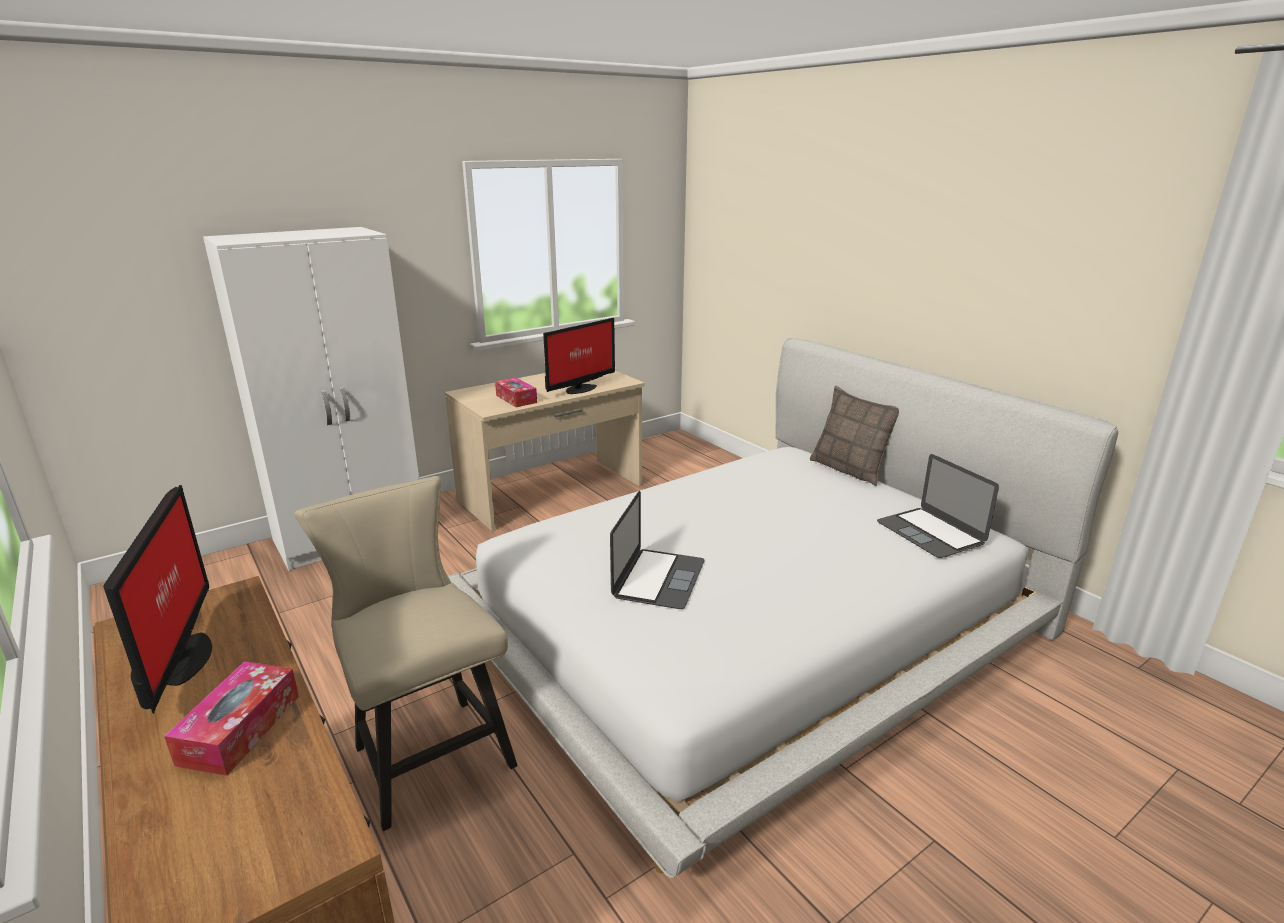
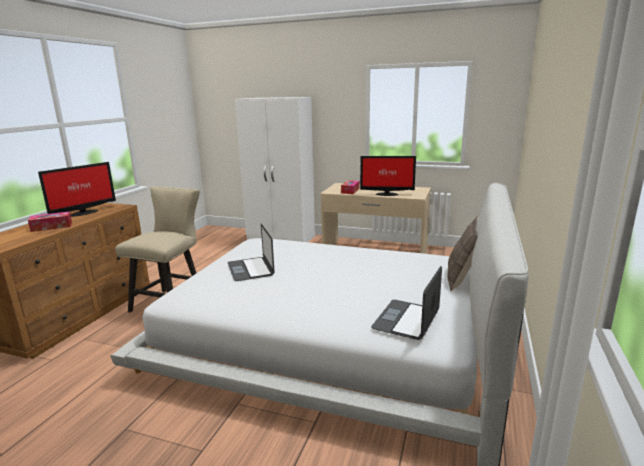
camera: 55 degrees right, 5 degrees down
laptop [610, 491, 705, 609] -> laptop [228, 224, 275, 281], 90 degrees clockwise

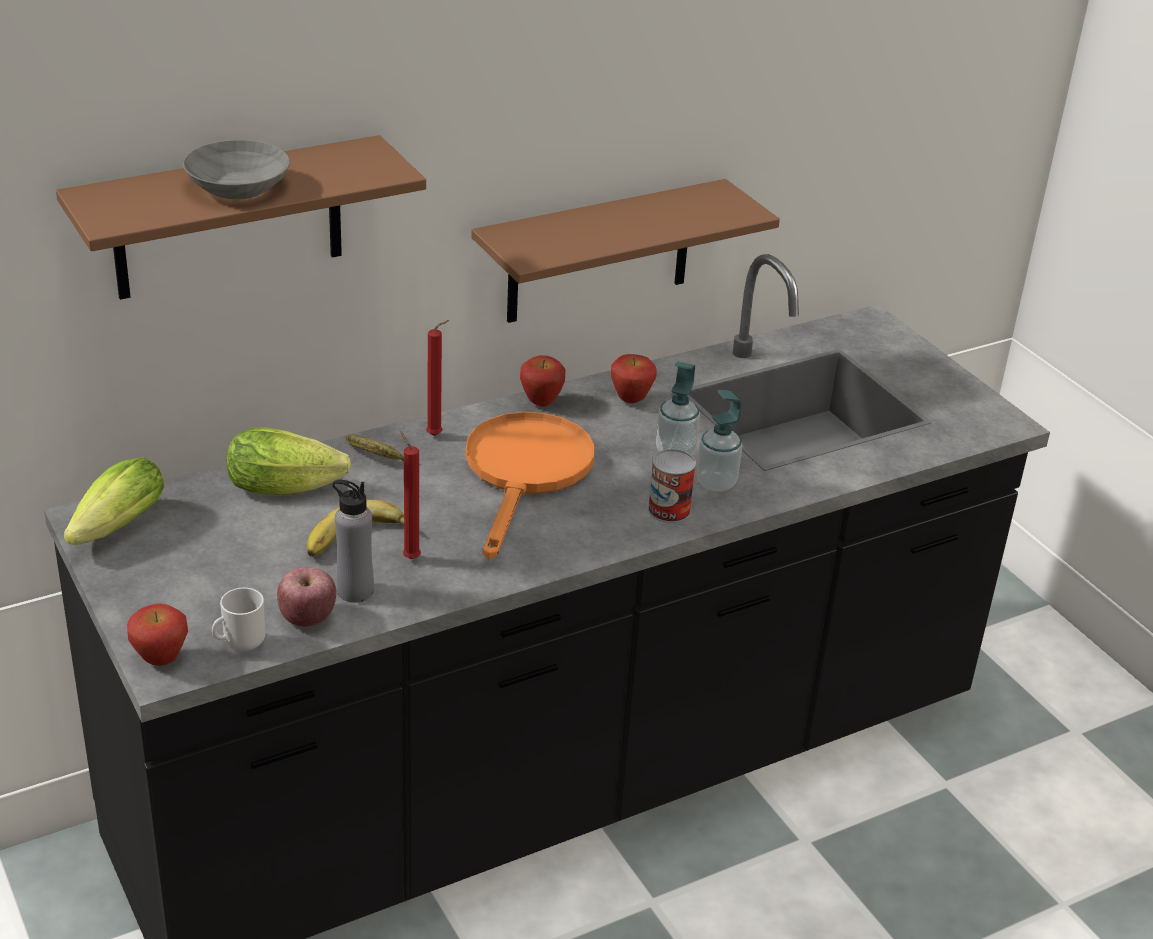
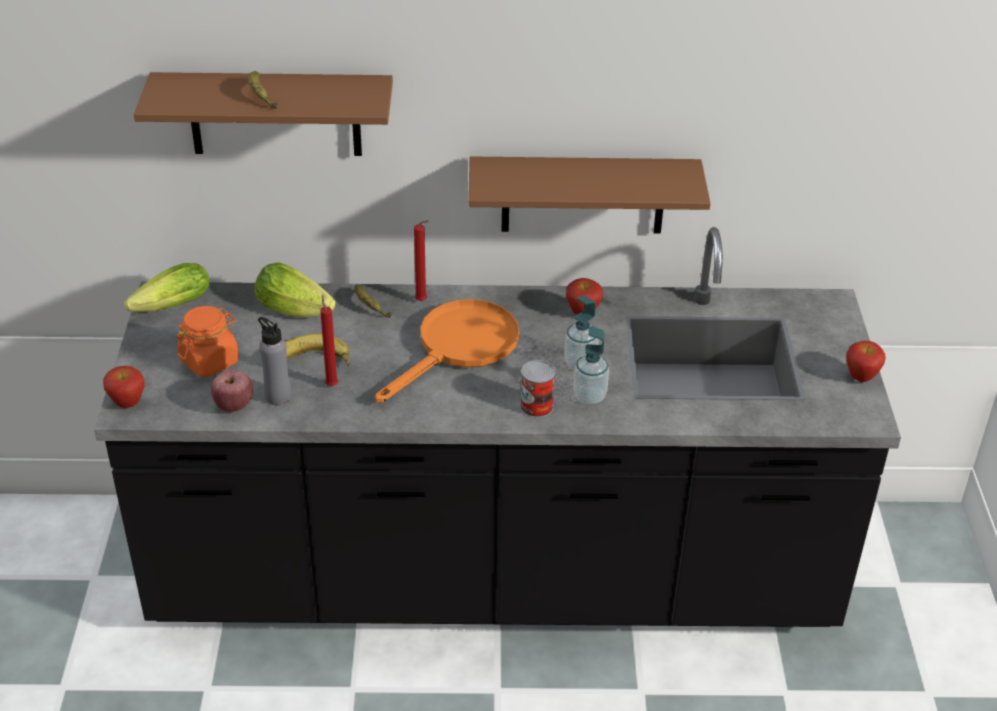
camera: 30 degrees right, 5 degrees up
bowl/grey [183, 140, 290, 199] -> banana [248, 71, 277, 109]
mug [212, 588, 265, 651] -> none
apple [520, 355, 566, 407] -> apple [846, 341, 886, 382], shifted
none -> jar/orange [177, 306, 239, 377]

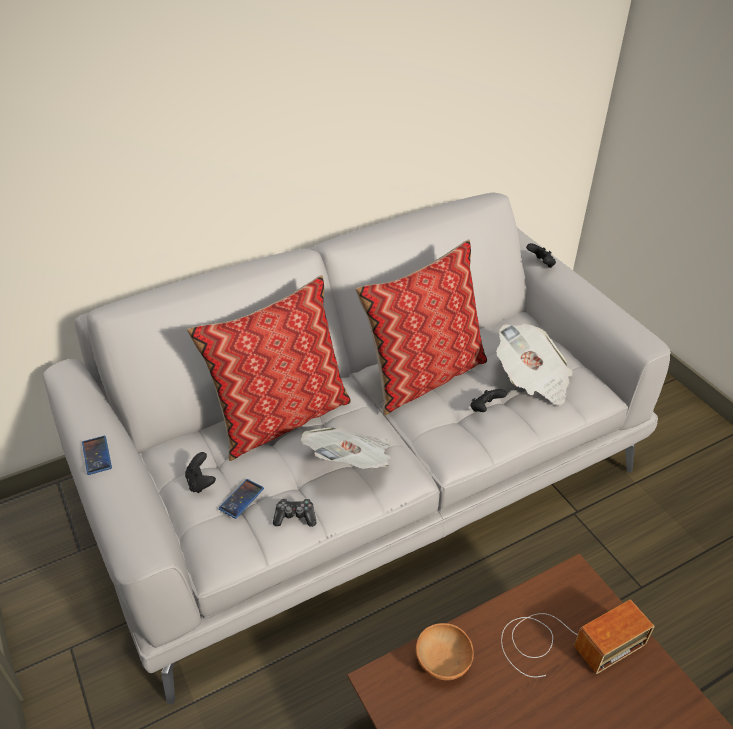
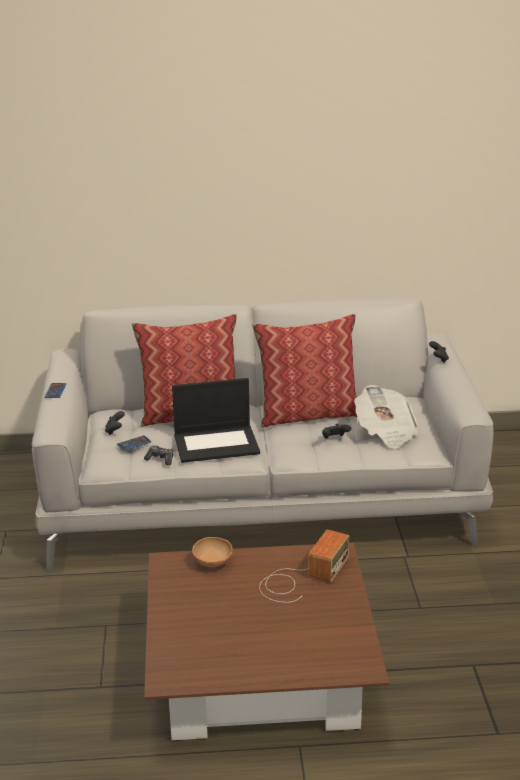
camera: 25 degrees right, 15 degrees down
newspaper [301, 427, 392, 469] -> laptop [172, 378, 260, 463]
radio [501, 599, 655, 677] -> radio [259, 529, 349, 603], 60 degrees counterclockwise

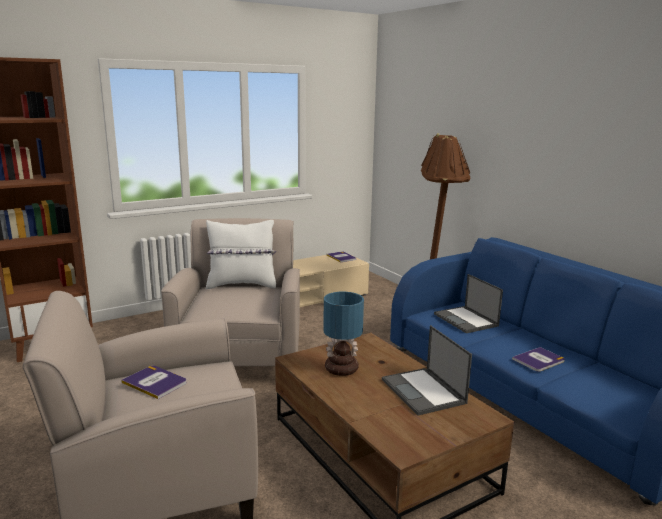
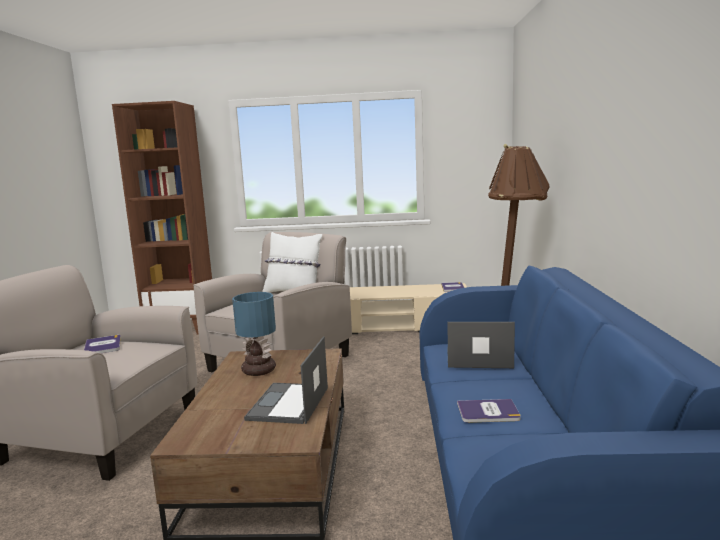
camera: 35 degrees right, 5 degrees down
laptop [434, 274, 503, 333] -> laptop [447, 322, 515, 368], 90 degrees clockwise

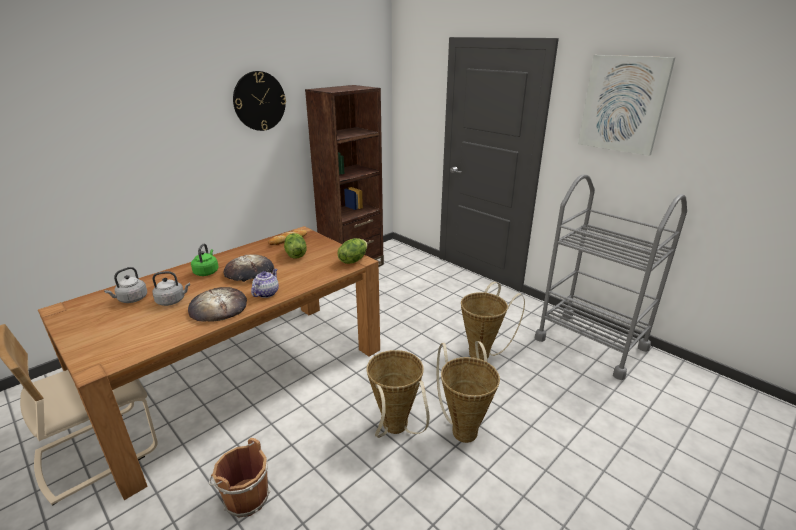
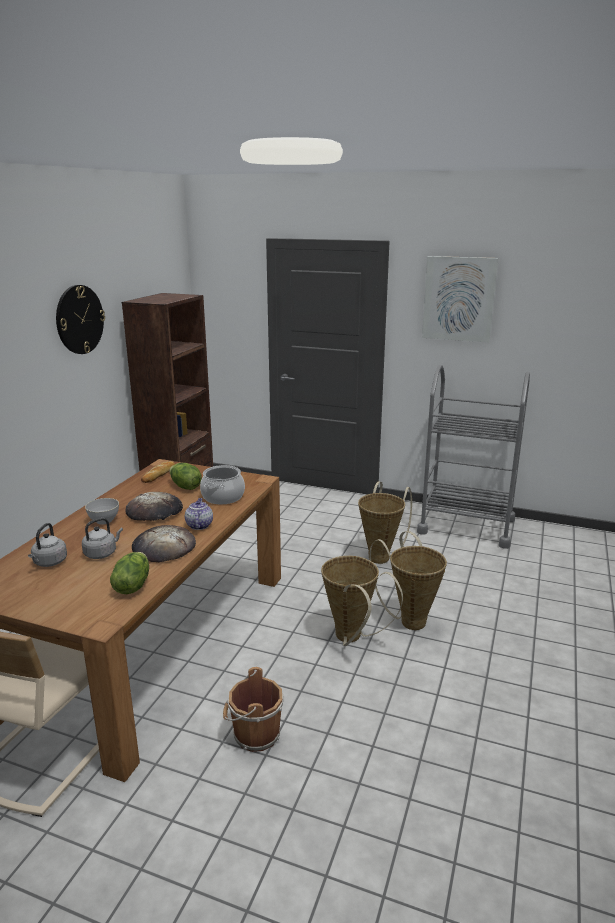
camera: 25 degrees left, 5 degrees down
kettle/green [191, 243, 219, 276] -> bowl/grey [85, 498, 119, 524]
lettuce [338, 238, 368, 264] -> lettuce [110, 552, 149, 594], shifted
none -> cooking pot [200, 465, 245, 504]

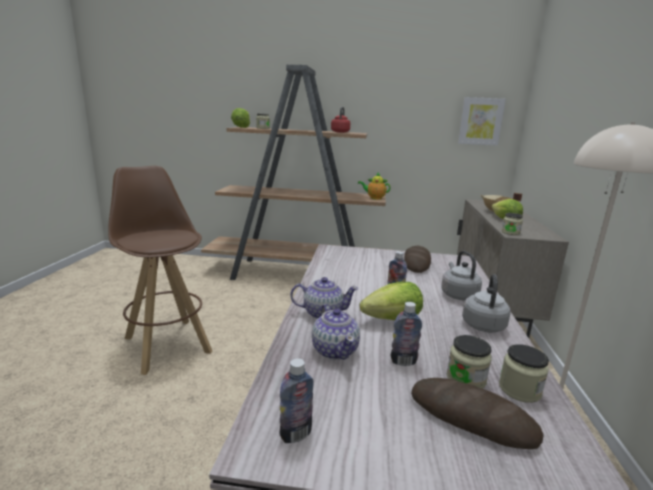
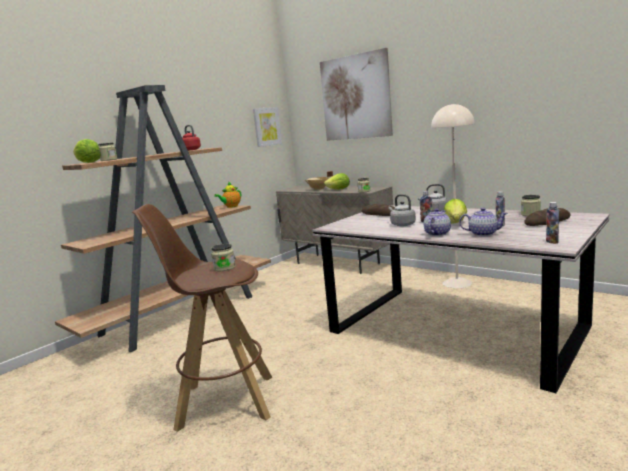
camera: 55 degrees left, 5 degrees down
jar [447, 335, 492, 389] -> jar [211, 244, 236, 271], shifted
kettle/grey [462, 274, 511, 333] -> kettle/grey [388, 194, 416, 226], shifted
none -> picture [320, 48, 393, 141]

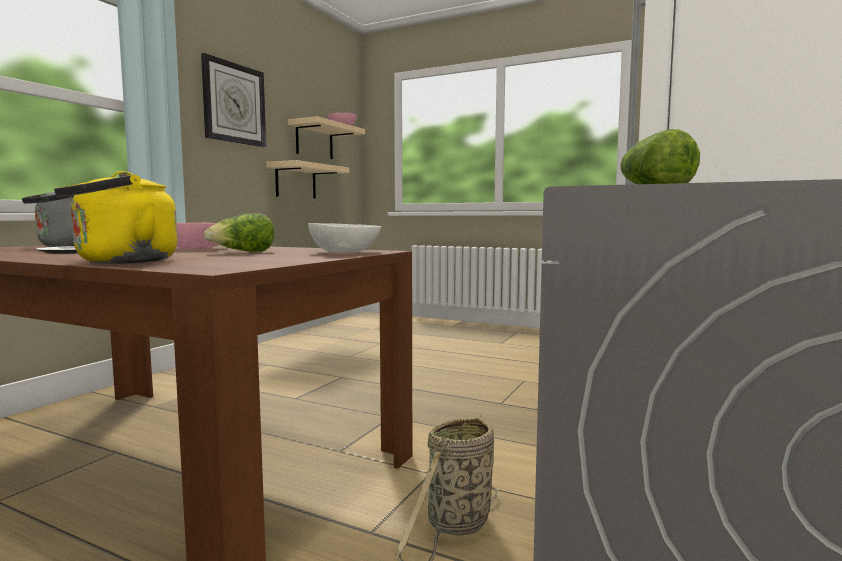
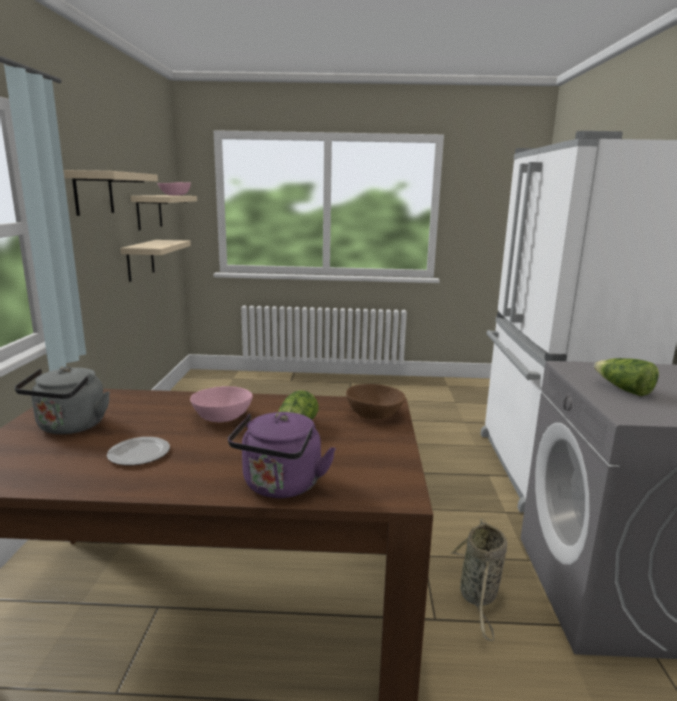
camera: 25 degrees left, 10 degrees up
kettle/yellow [54, 171, 178, 263] -> kettle/purple [228, 412, 336, 498]
wall clock [201, 53, 266, 147] -> shelf/beige [63, 170, 158, 216]
bowl/white [308, 223, 381, 253] -> bowl/brown [346, 384, 405, 419]

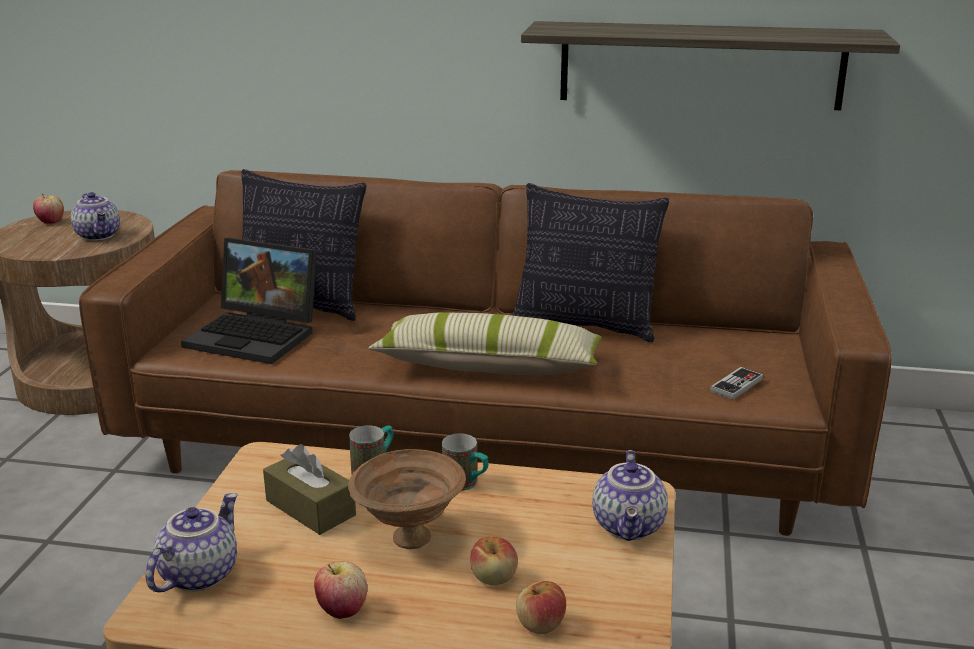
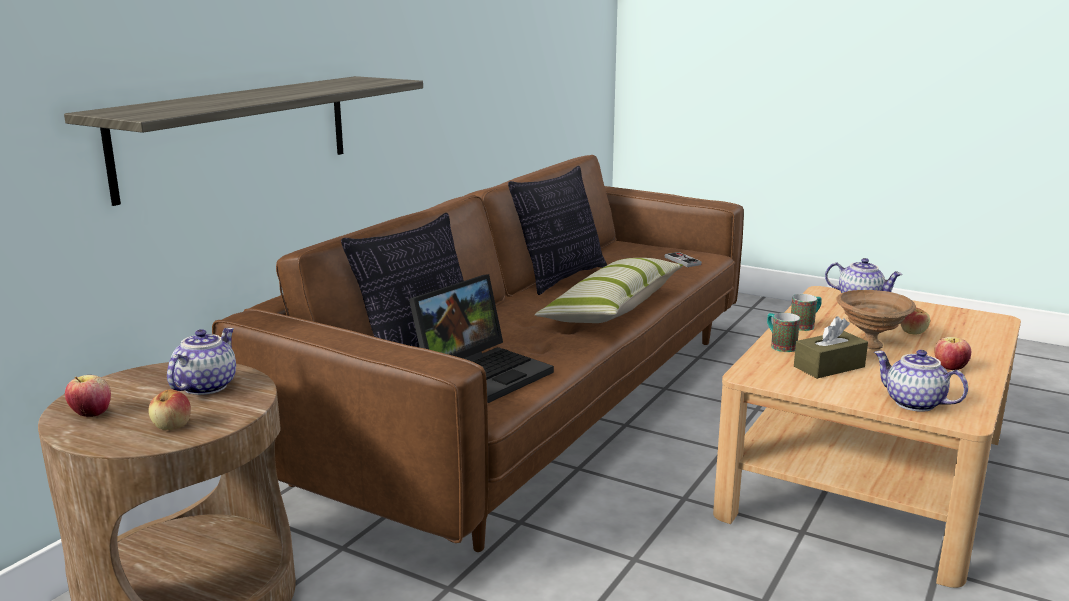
camera: 70 degrees left, 5 degrees down
teapot [71, 192, 120, 241] -> teapot [167, 328, 236, 395], 60 degrees counterclockwise
apple [516, 581, 566, 634] -> apple [148, 390, 191, 430], shifted
shelf [521, 21, 900, 110] -> shelf [64, 76, 423, 206], shifted

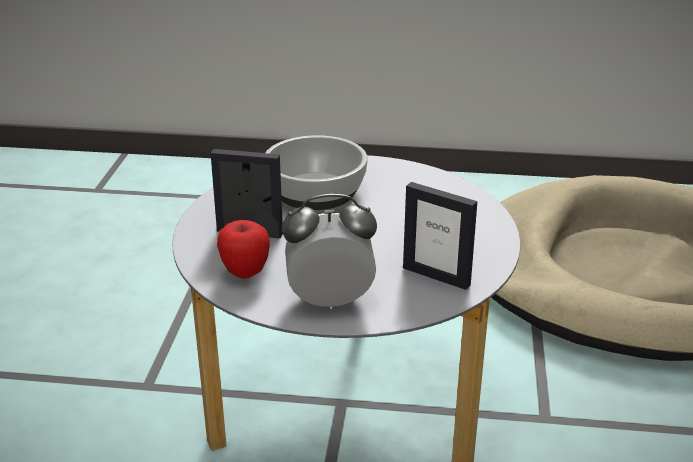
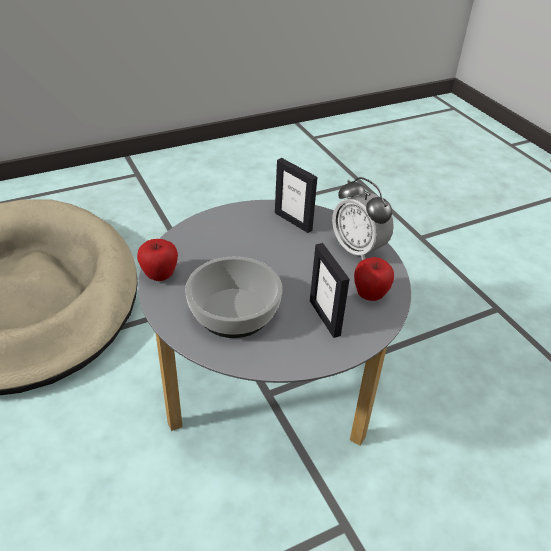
camera: 125 degrees left, 10 degrees up
picture frame [403, 182, 477, 290] -> picture frame [275, 158, 317, 233], 135 degrees clockwise
none -> apple [137, 239, 178, 281]

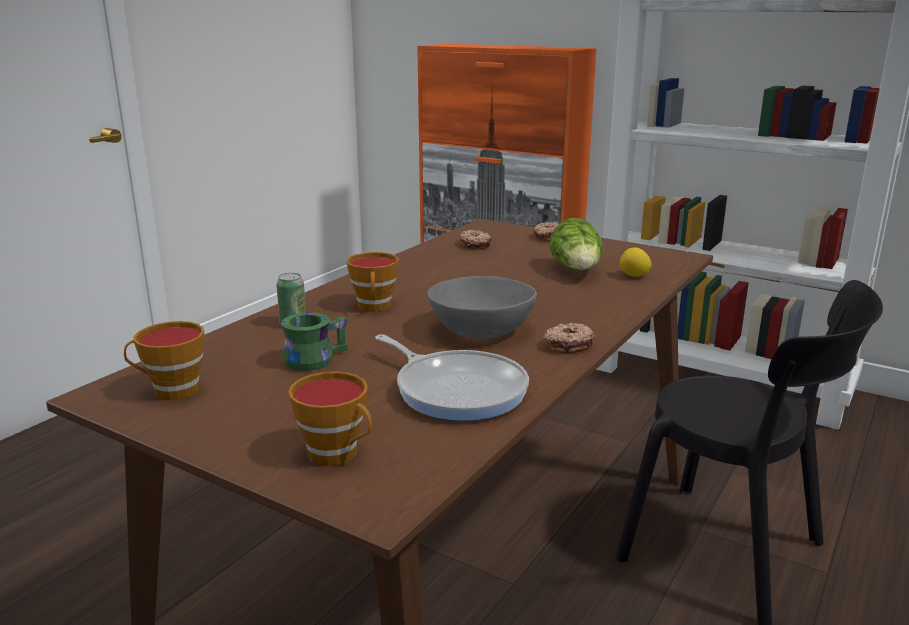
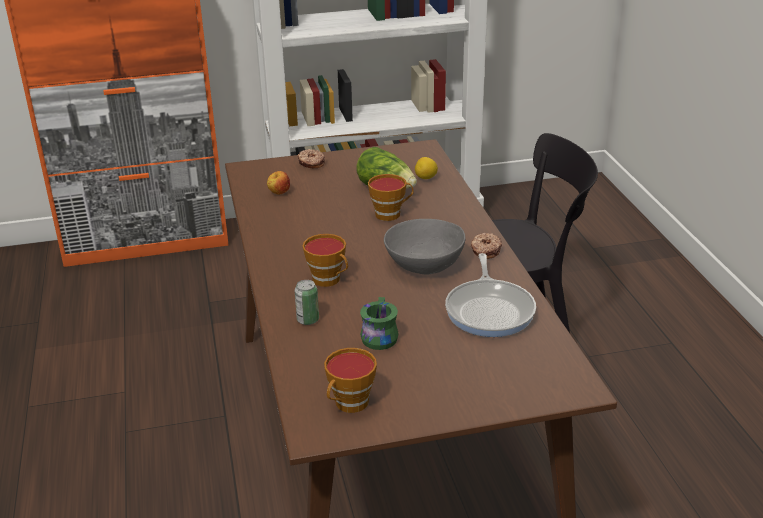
camera: 45 degrees left, 10 degrees up
cup [288, 371, 372, 466] -> cup [368, 174, 414, 221], shifted
frying pan [375, 334, 529, 421] -> frying pan [445, 253, 536, 337], 90 degrees clockwise
donut [460, 230, 492, 250] -> apple [267, 171, 290, 195]

